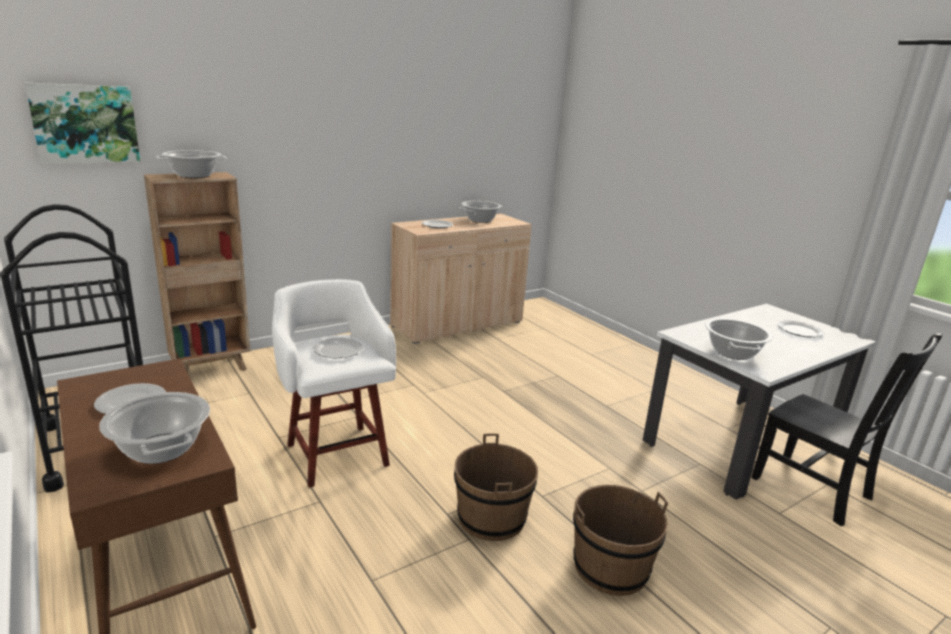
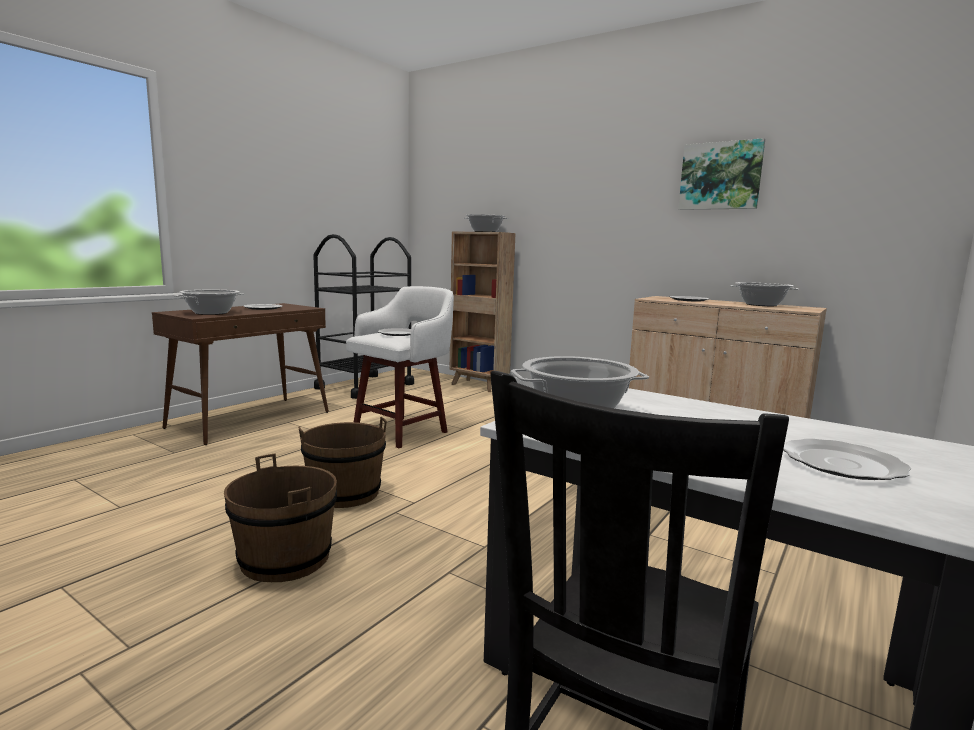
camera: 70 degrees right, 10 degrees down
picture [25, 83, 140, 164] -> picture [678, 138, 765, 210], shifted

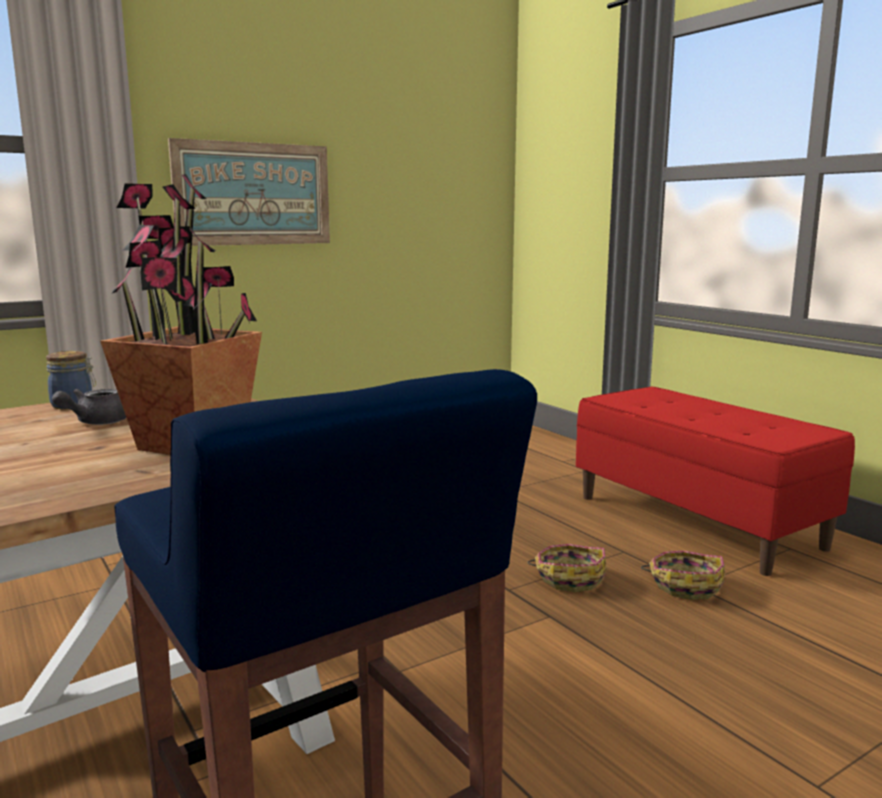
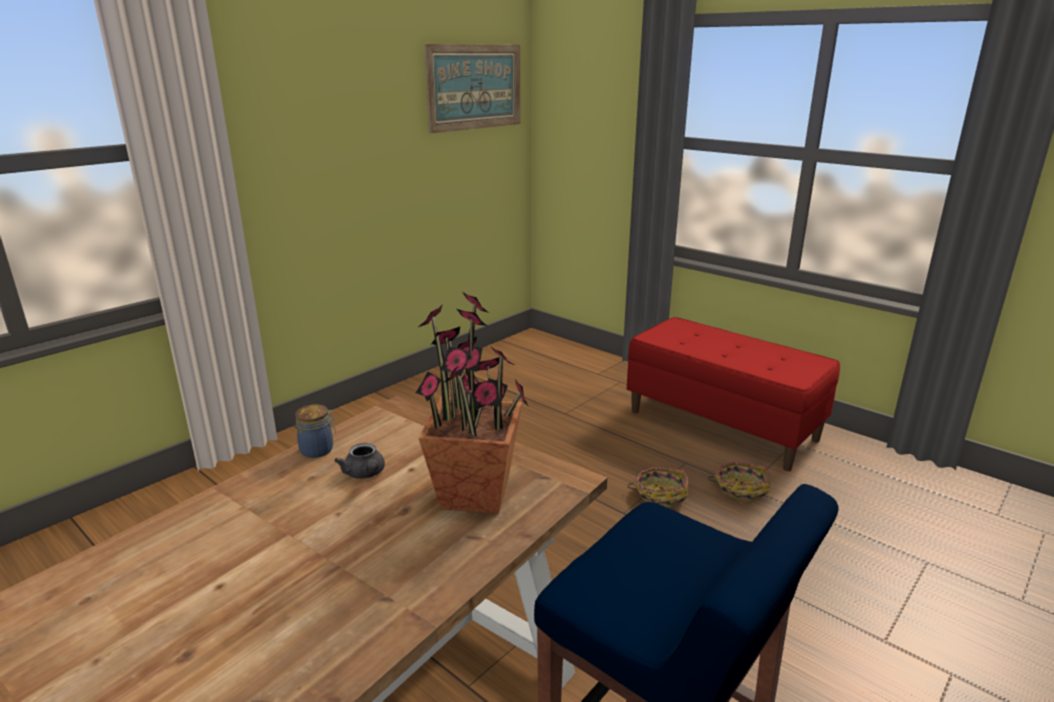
camera: 15 degrees left, 10 degrees up
teapot/grey [52, 389, 126, 425] -> teapot/grey [335, 443, 385, 479], 45 degrees counterclockwise
picture [168, 138, 330, 246] -> picture [424, 44, 520, 133], shifted

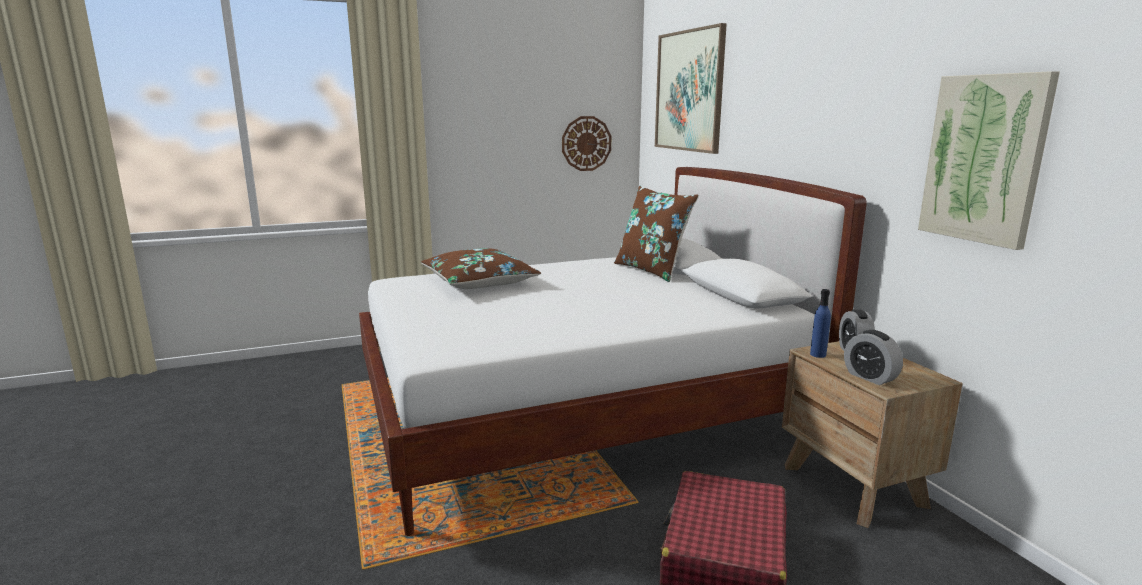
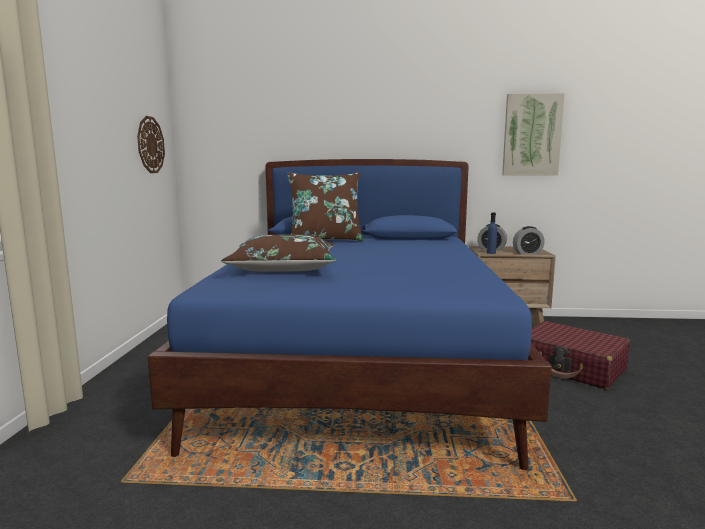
camera: 65 degrees left, 5 degrees down
bed/white [359, 167, 867, 536] -> bed/blue [148, 159, 552, 470]
picture [655, 23, 727, 154] -> none

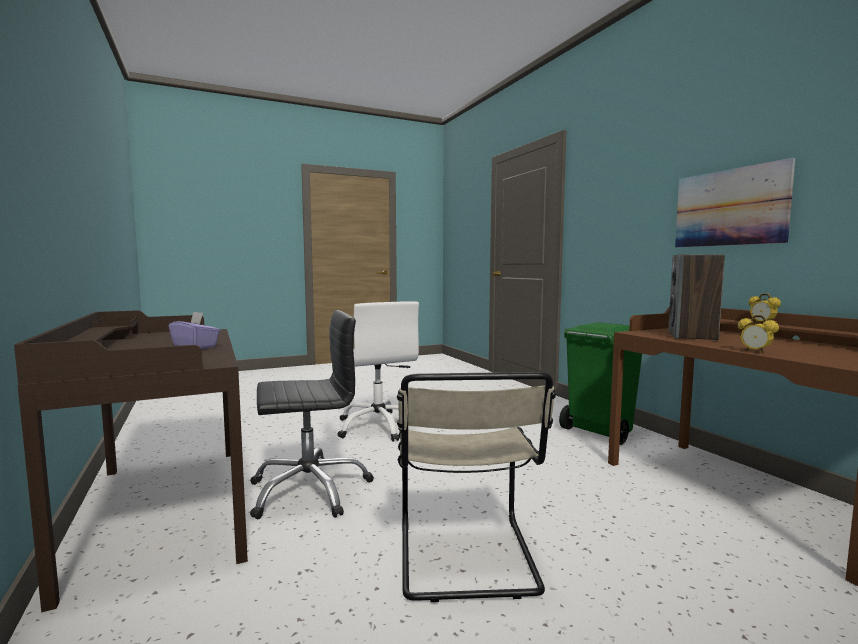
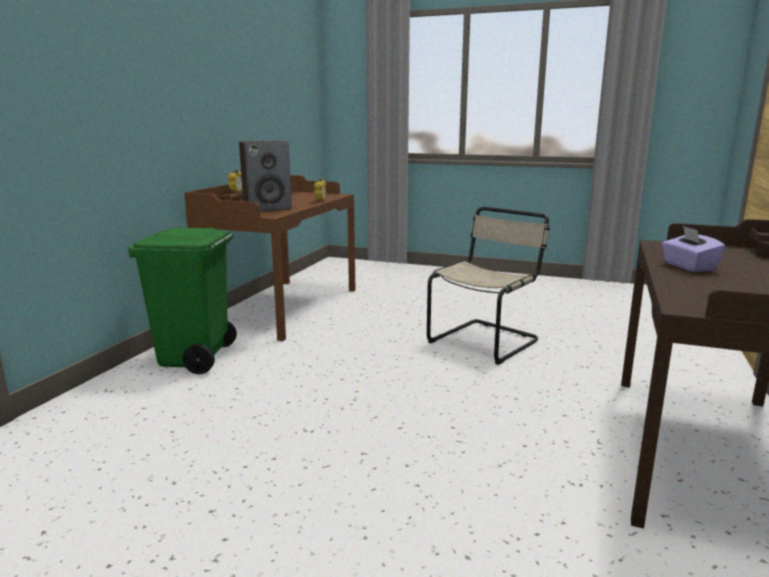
camera: 135 degrees left, 10 degrees up
office chair/black [250, 310, 374, 519] -> none
office chair/white [337, 301, 419, 442] -> none
picture [675, 158, 795, 247] -> none

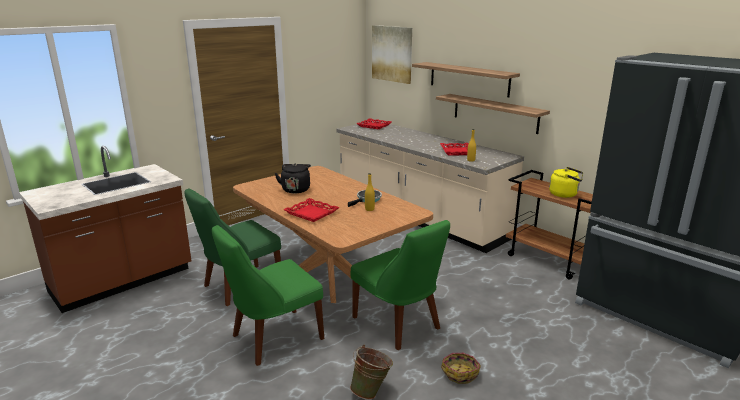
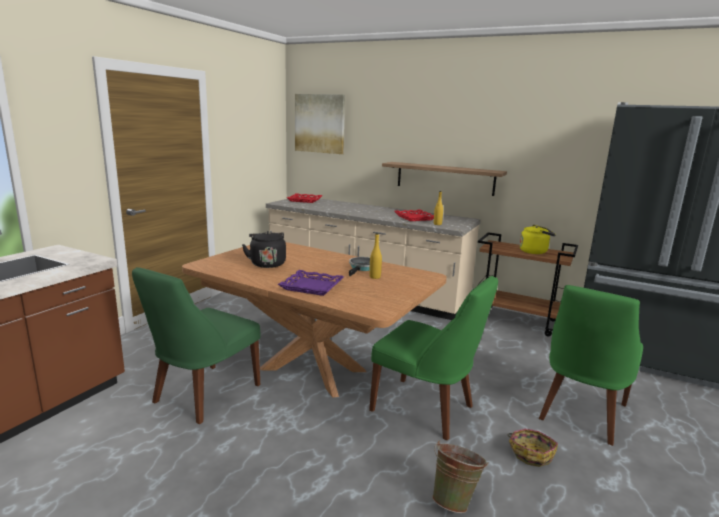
camera: 20 degrees left, 5 degrees down
chair/green [212, 225, 324, 366] -> chair/green [539, 285, 643, 446], shifted
tray/red [283, 198, 340, 222] -> tray/purple [278, 270, 344, 296]
shelf [412, 62, 520, 97] -> none

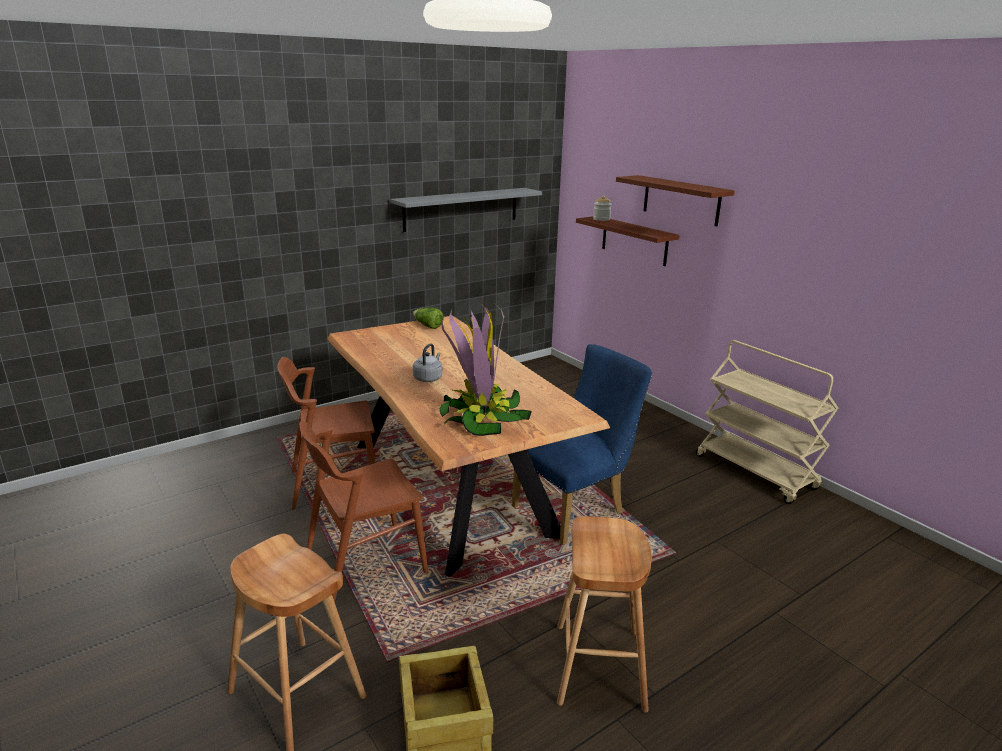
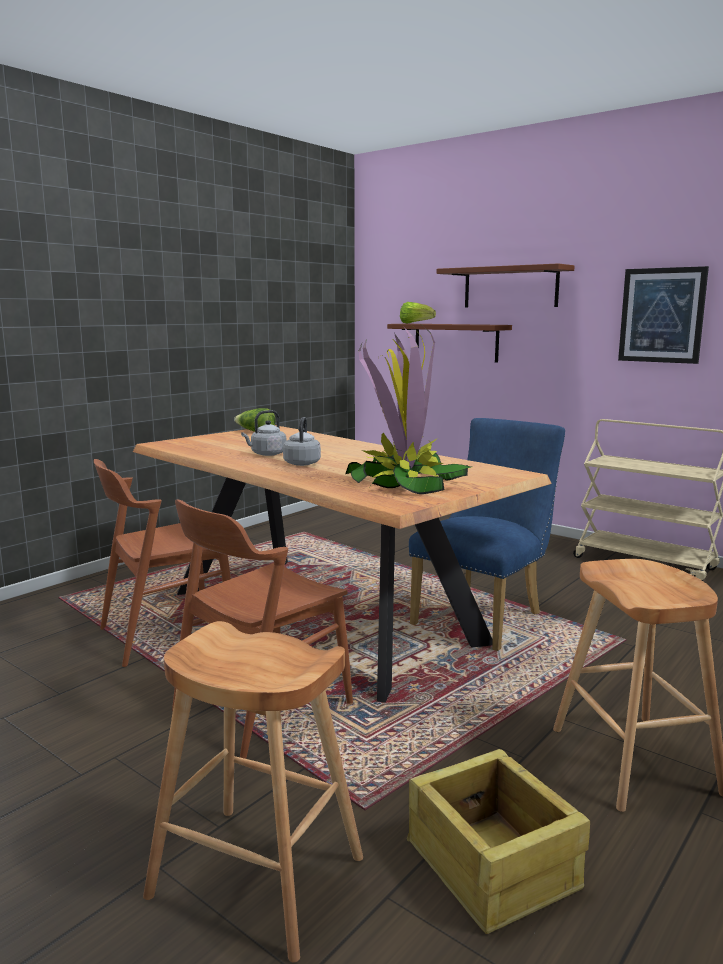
camera: 15 degrees left, 10 degrees down
shelf/grey [390, 188, 542, 232] -> none
jar [593, 196, 611, 221] -> lettuce [400, 302, 436, 324]
none -> kettle/grey [241, 410, 287, 456]
none -> picture [618, 266, 709, 364]

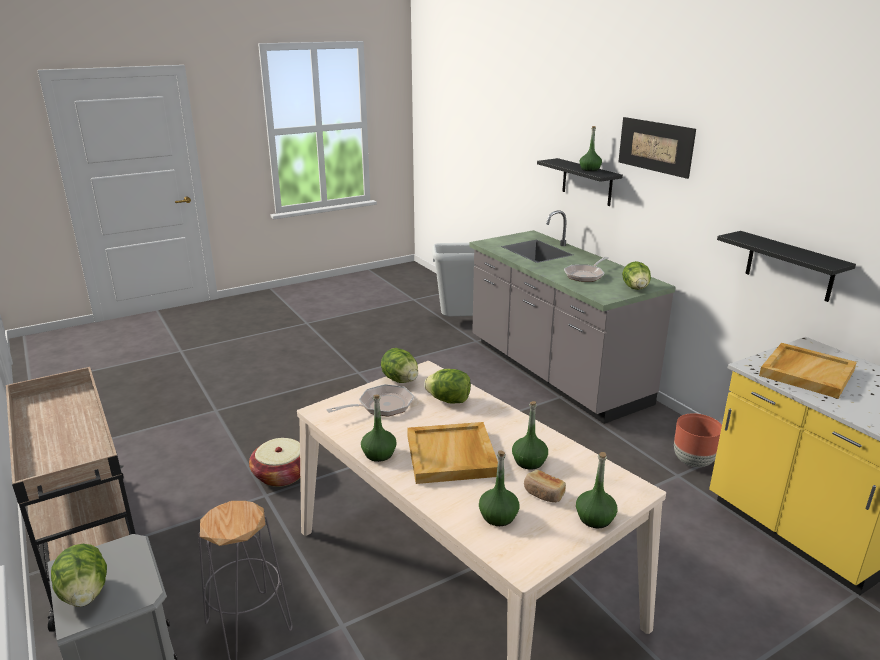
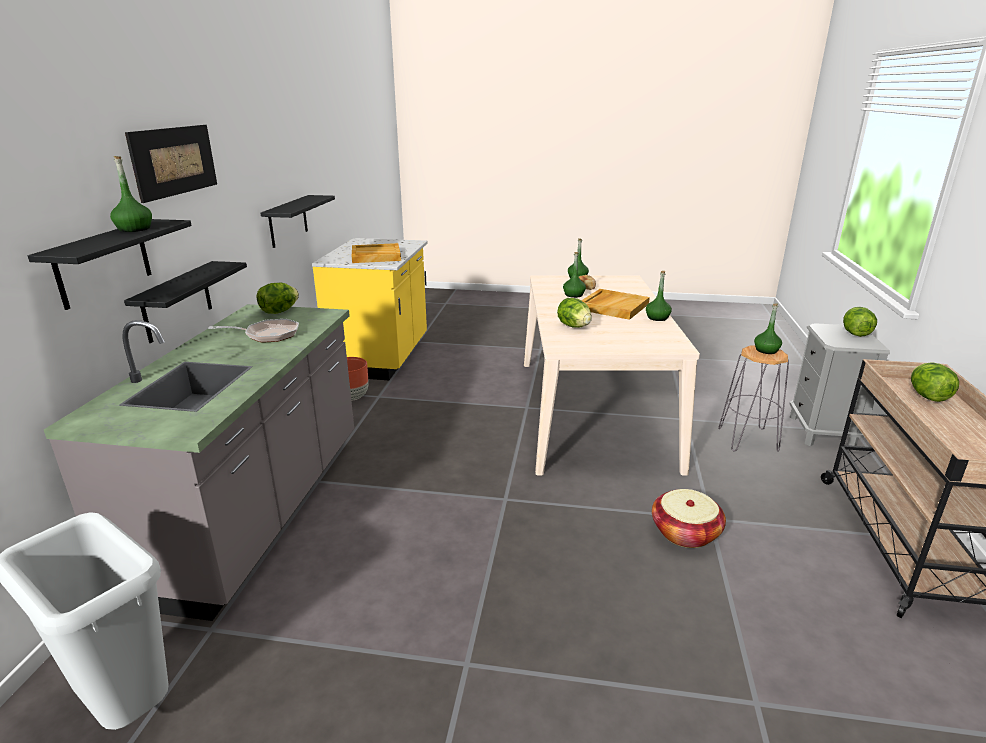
camera: 140 degrees left, 0 degrees up
frying pan [327, 384, 414, 417] -> none
lettuce [381, 348, 418, 383] -> lettuce [911, 362, 959, 402], shifted
bottle/green [479, 451, 519, 526] -> bottle/green [754, 303, 782, 354], shifted
none -> shelf/black [124, 261, 247, 343]

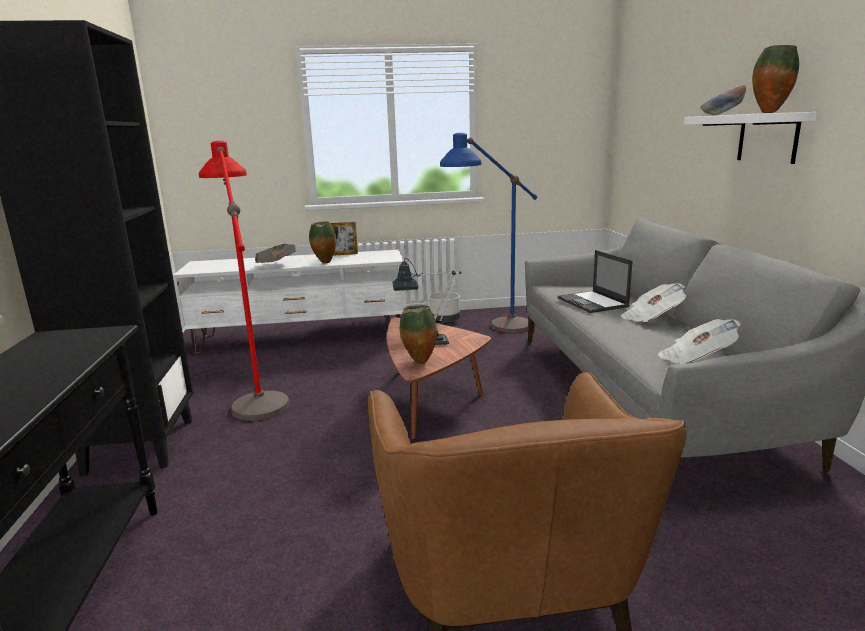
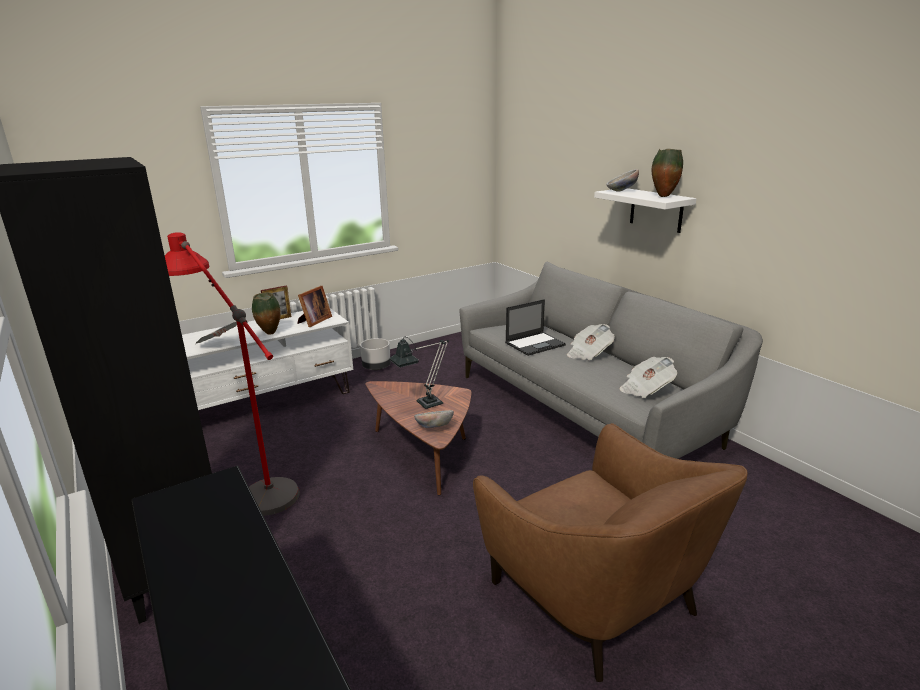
camera: 25 degrees left, 5 degrees up
vase [400, 305, 437, 364] -> bowl [414, 410, 454, 428]
floor lamp/blue [440, 133, 537, 333] -> none
laptop [558, 250, 633, 313] -> laptop [505, 299, 566, 356], 75 degrees counterclockwise
none -> picture frame [297, 286, 332, 327]

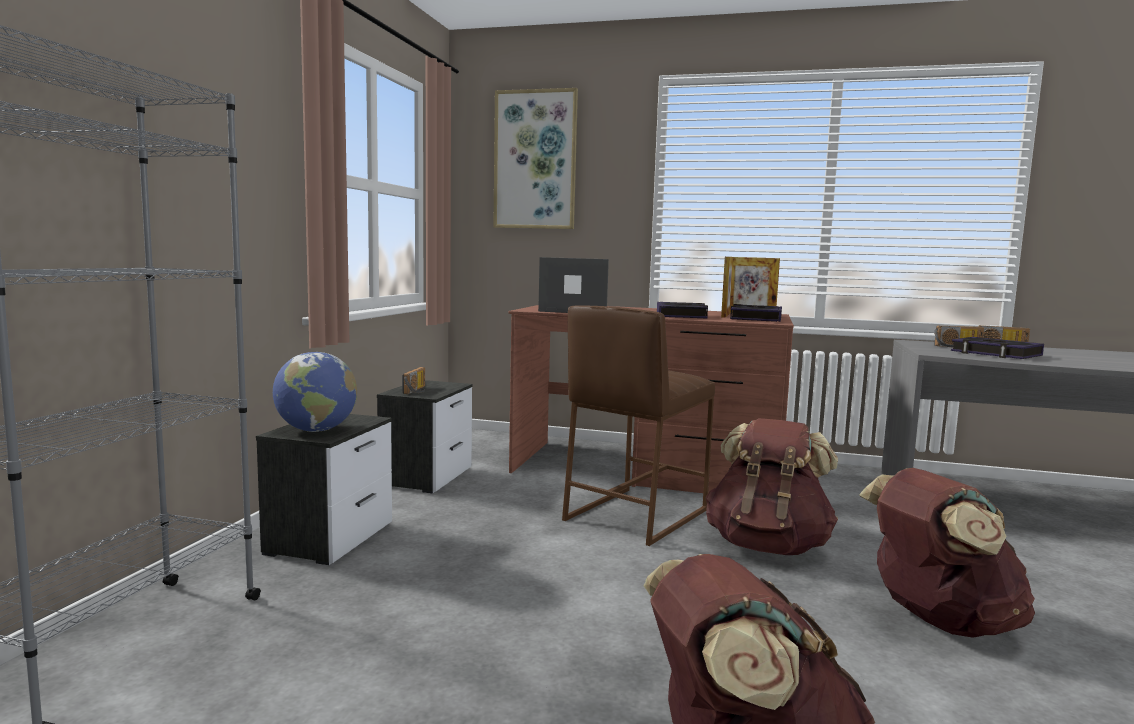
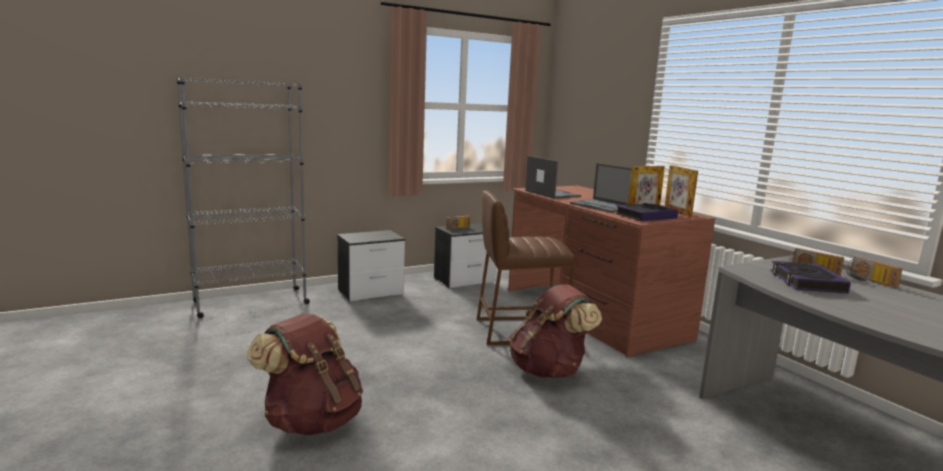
camera: 45 degrees right, 5 degrees up
globe [273, 352, 357, 432] -> none
picture [493, 88, 578, 229] -> none
book [657, 302, 708, 319] -> laptop [570, 163, 632, 213]
backpack/brown [859, 468, 1035, 638] -> none

